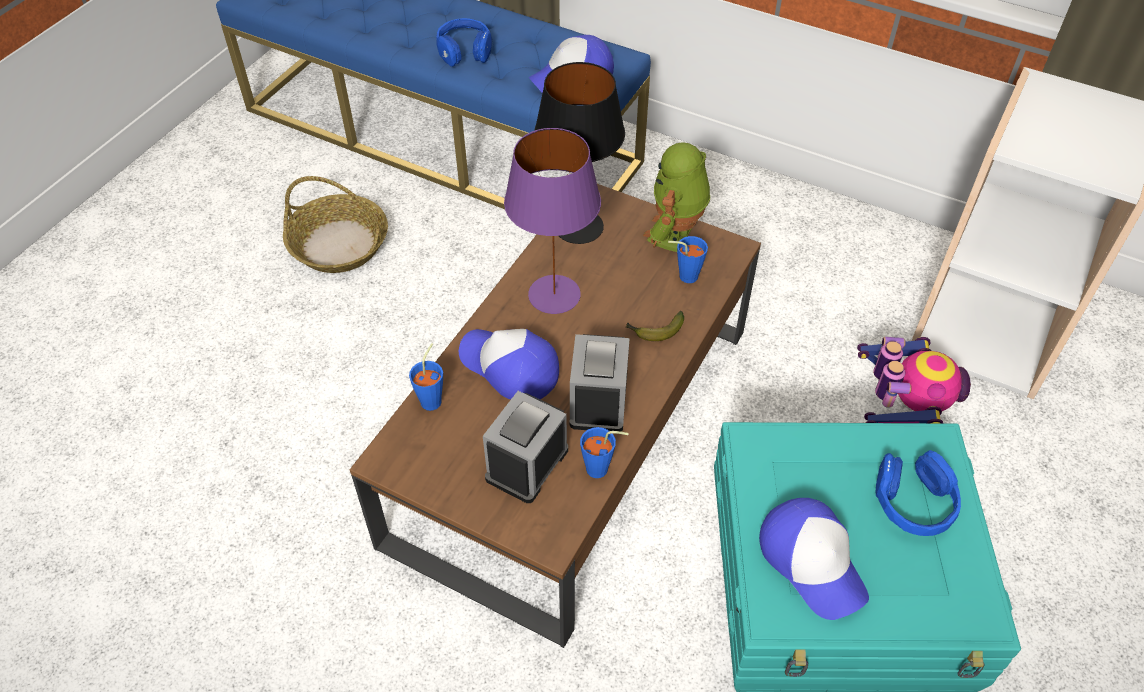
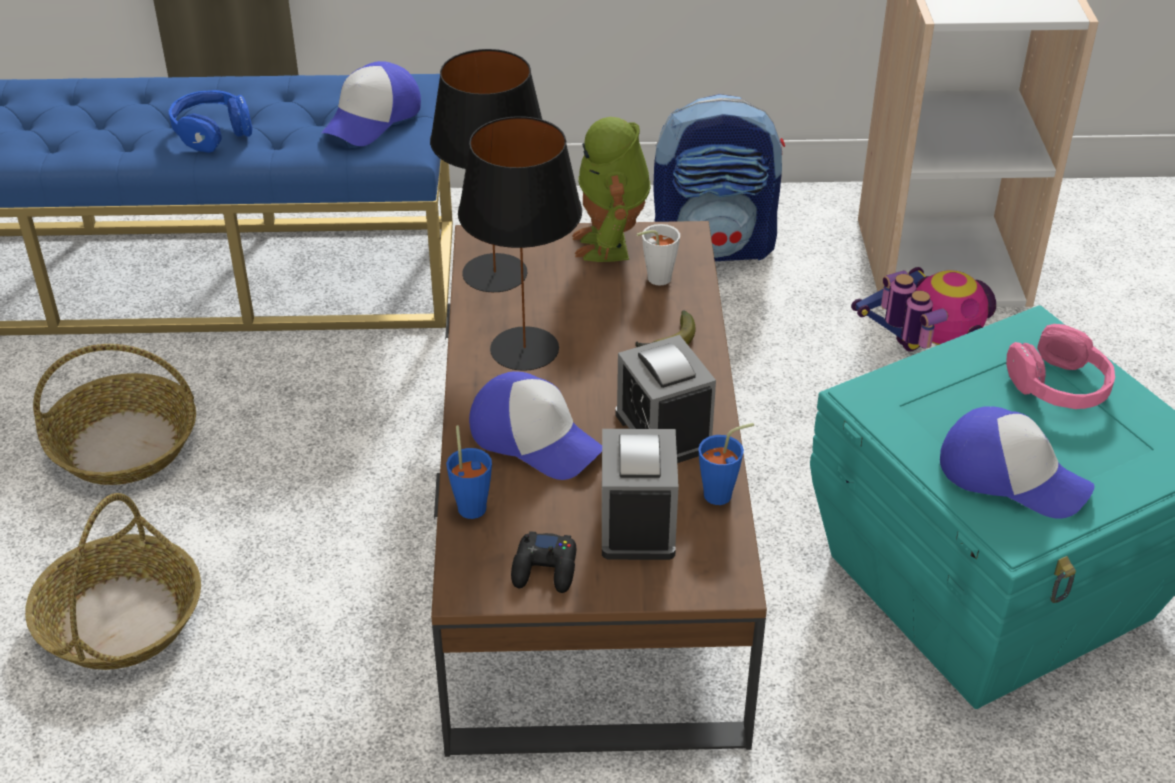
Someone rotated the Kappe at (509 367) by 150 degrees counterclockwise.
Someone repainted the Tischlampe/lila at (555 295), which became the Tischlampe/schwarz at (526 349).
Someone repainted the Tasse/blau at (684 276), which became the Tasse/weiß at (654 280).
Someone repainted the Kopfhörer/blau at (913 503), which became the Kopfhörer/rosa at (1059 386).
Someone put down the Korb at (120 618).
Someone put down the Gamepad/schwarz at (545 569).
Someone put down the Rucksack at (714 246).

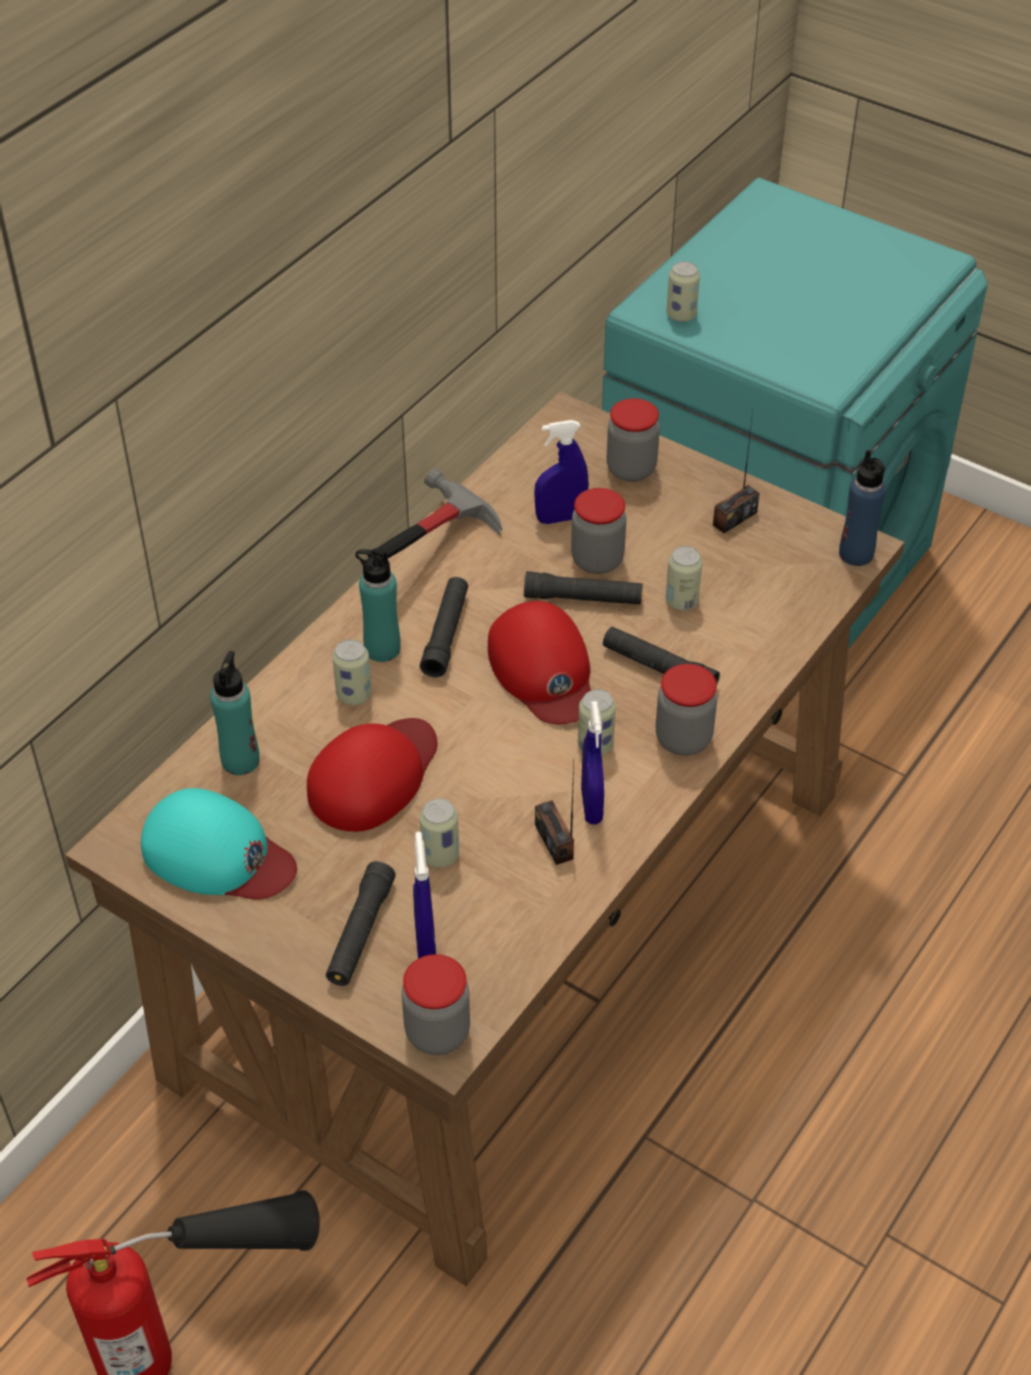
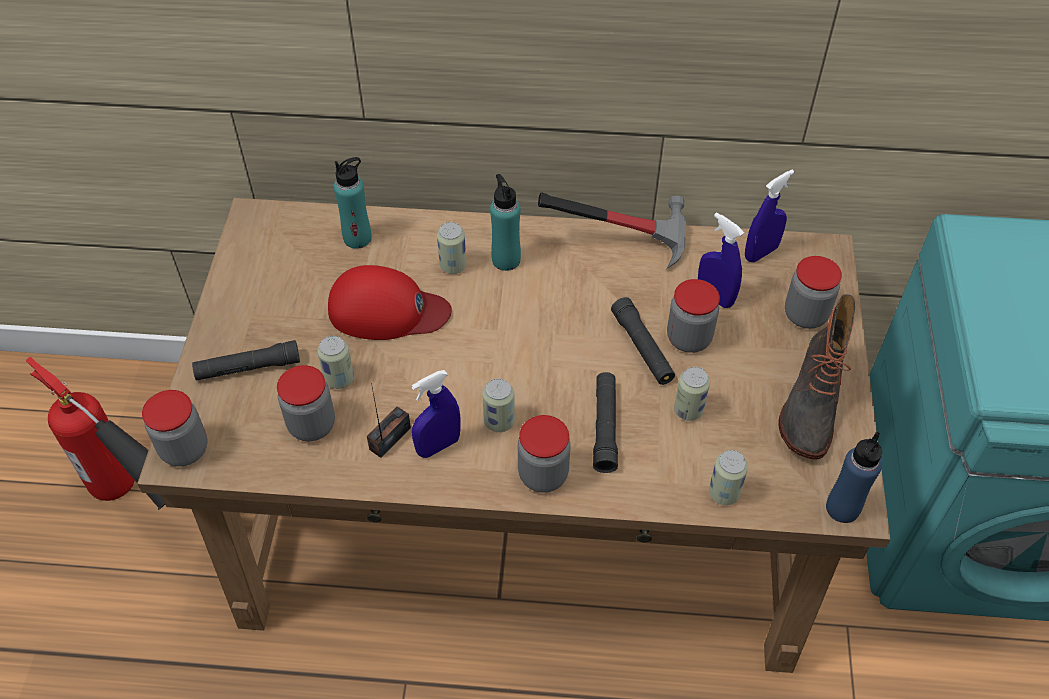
Someone took away the Kappe/türkis at (217 855).
Someone carried the Sprühflasche/blau from (425 943) to (761 253).
Someone took away the Taschenlampe/schwarz at (446 634).
Someone took away the Kappe/rot at (543 670).
Someone carried the Dose from (681 315) to (723 493).
Someone swapped the Radio at (734 518) for the Stiefel at (810 405).
Someone put down the Vorratsglas at (312 425).

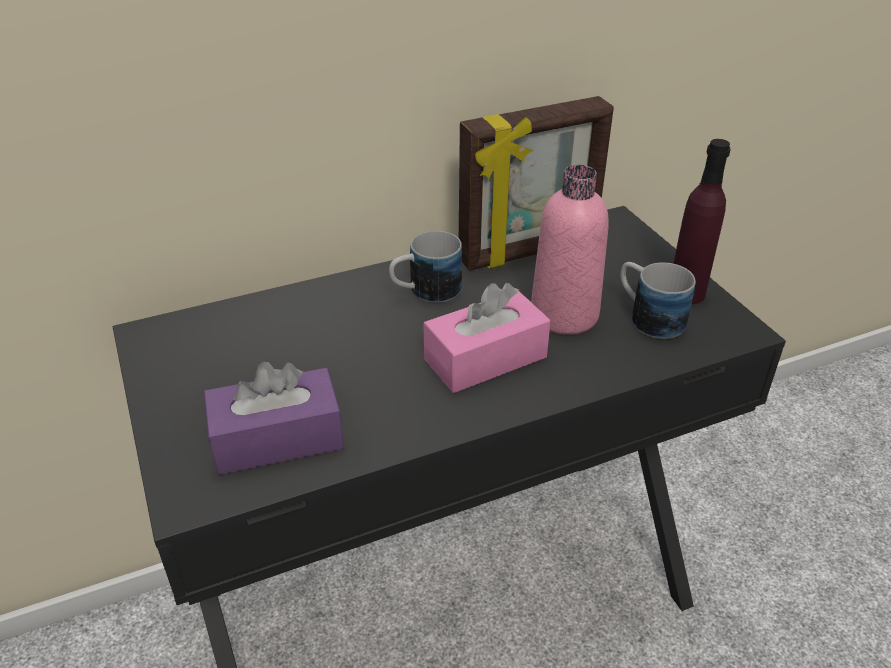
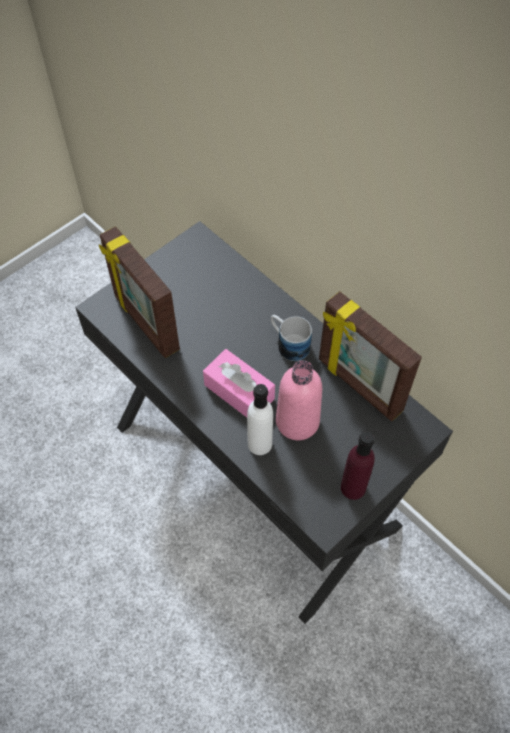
Someone swapped the Taschentuchbox/lila at (277 439) for the Bilderrahmen at (145 323).
Someone took away the Henkelbecher at (647 317).
Someone put down the Flasche/weiß at (259 444).

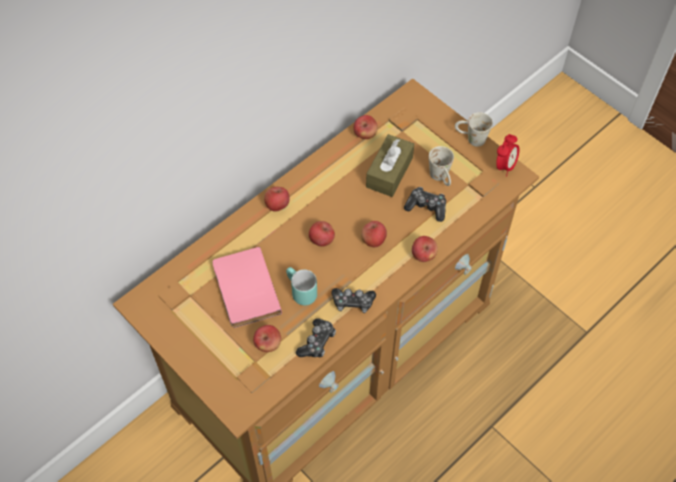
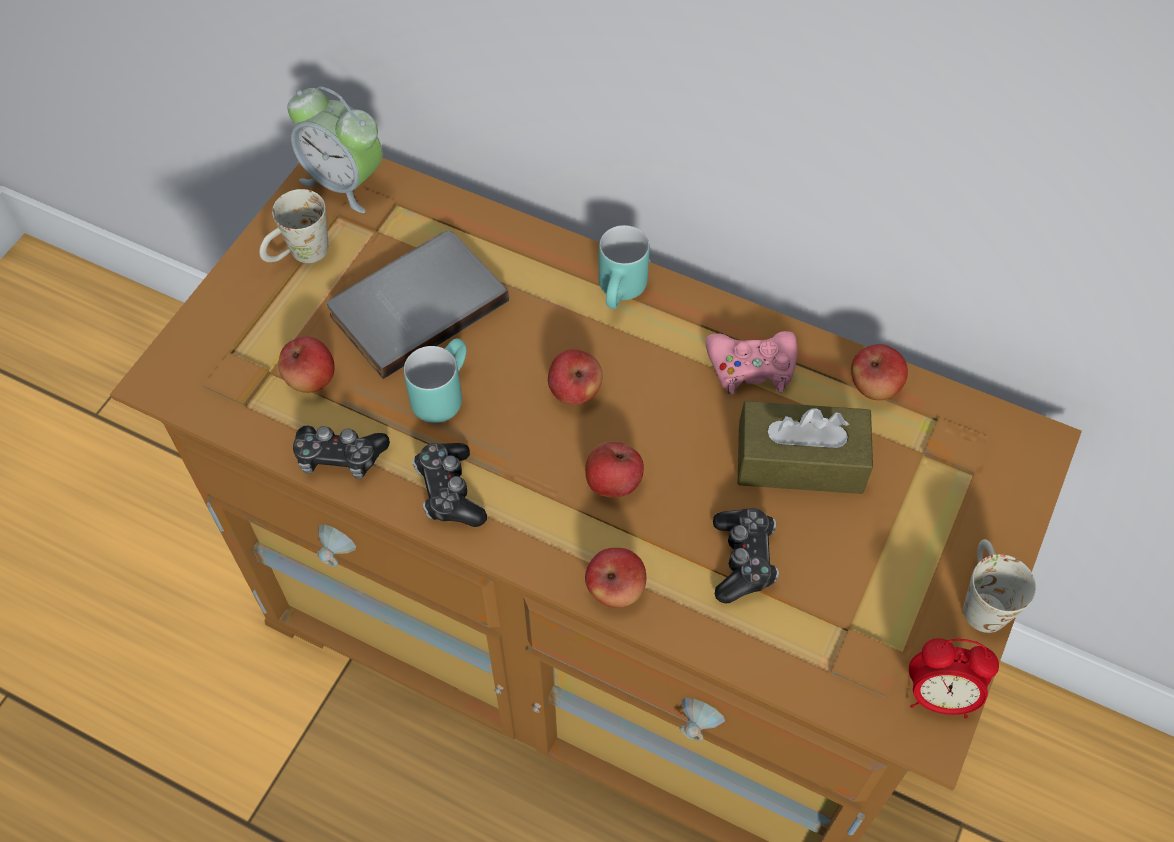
Someone repainted the Buch/rosa at (244 289), which became the Buch/grau at (415 303).
Someone swapped the Apfel at (277 205) for the Henkelbecher/türkis at (623 294).
Someone carried the Henkelbecher/weiß from (441 178) to (299 256).
Someone put down the Wecker at (344 182).
Someone put down the Gamepad/rosa at (752 367).

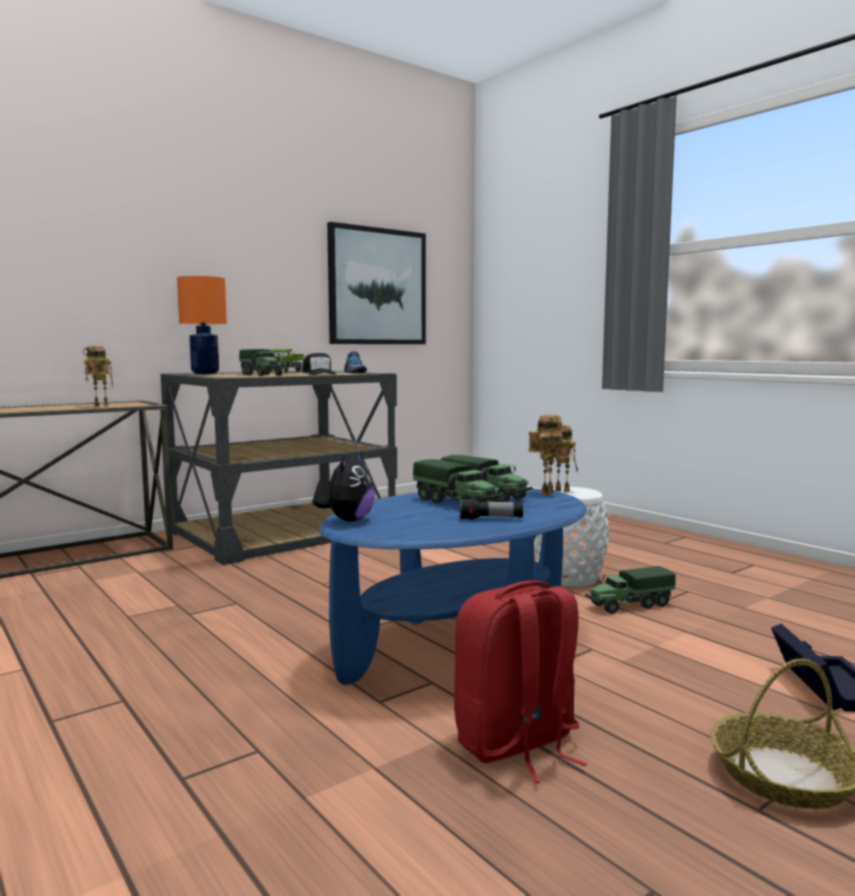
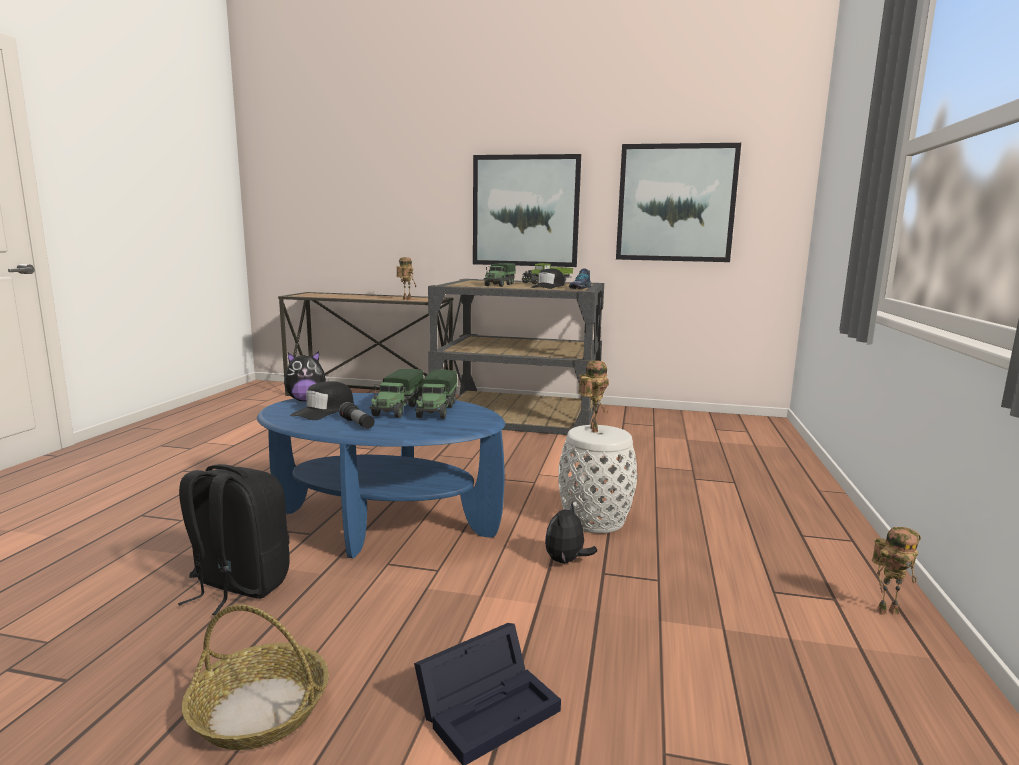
Someone took away the Tischlampe/orange at (205 374).
Someone repainted the Rucksack/rot at (517 744), which became the Rucksack/schwarz at (238 586).
Someone carried the Spielzeugroboter from (546 493) to (887 611).
Someone swapped the Spielzeuglaster at (629 605) for the Plüschtier at (566 561).
Someone put down the Kappe/schwarz at (324 411).
Someone put up the Bild at (525 211).

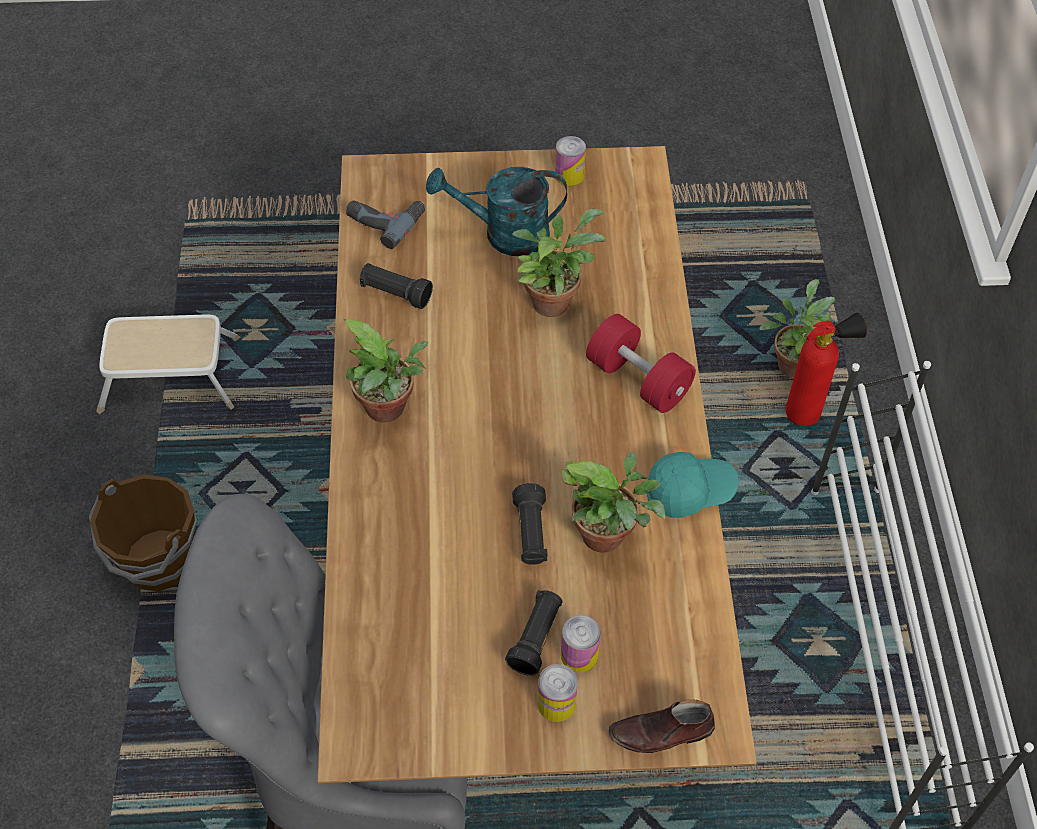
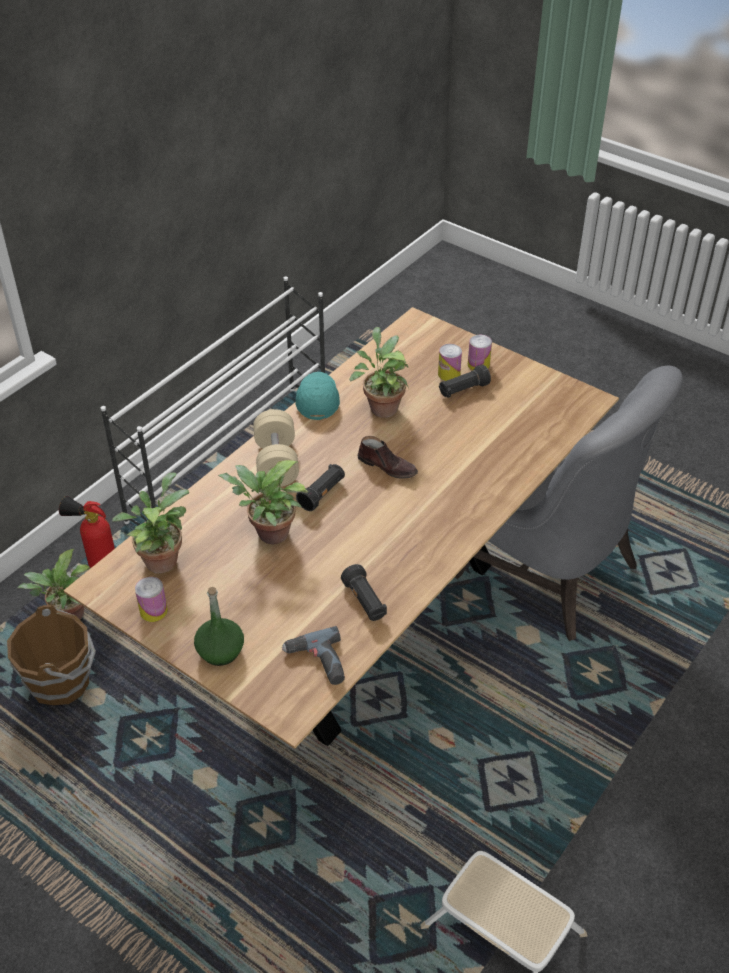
Someone carried the Eimer/braun from (158 561) to (62 681).
Someone carried the Topfpflanze from (389 410) to (161 558).
Someone took away the Gießkanne/türkis at (504 234).
Someone carried the Taschenlampe/schwarz from (531 533) to (322 494).
Someone repainted the Hantel/rot at (638 379), which became the Hantel/beige at (276 462).
Someone carried the Schuh/braun from (661 733) to (388 466).
Someone rotated the Kappe/türkis at (689 491) by 60 degrees clockwise.
Someone put down the Flasche/grün at (220 651).

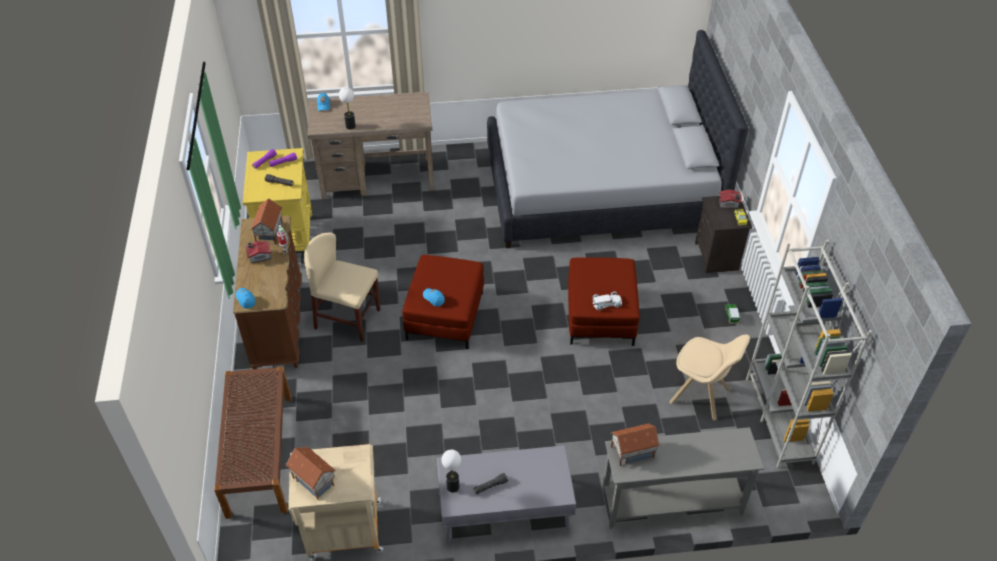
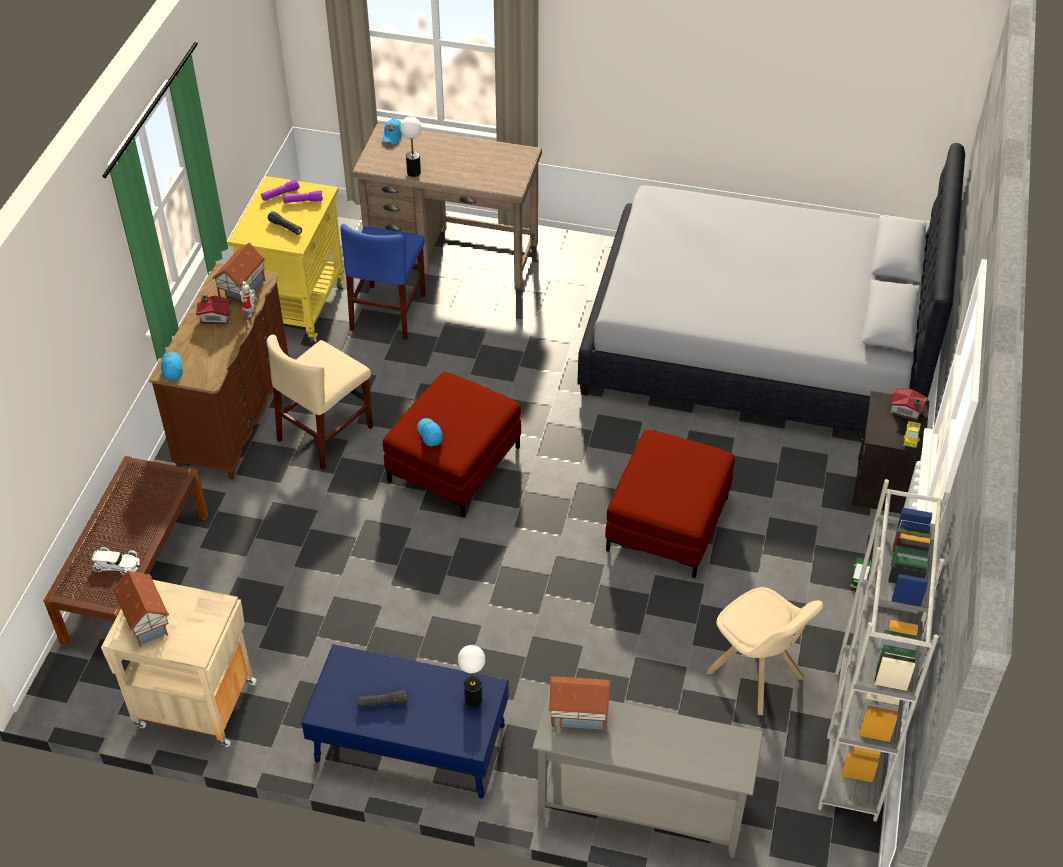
Someone rotated the Stuhl/beige at (347 319) by 90 degrees counterclockwise.
Someone repainted the Couchtisch/grau at (504 509), which became the Couchtisch/blau at (409 743).
Someone carried the Tischlampe from (452 487) to (473 699).
Someone carried the Spielzeugauto/weiß from (607 303) to (116 564).
Someone put down the Stuhl/blau at (388 312).

